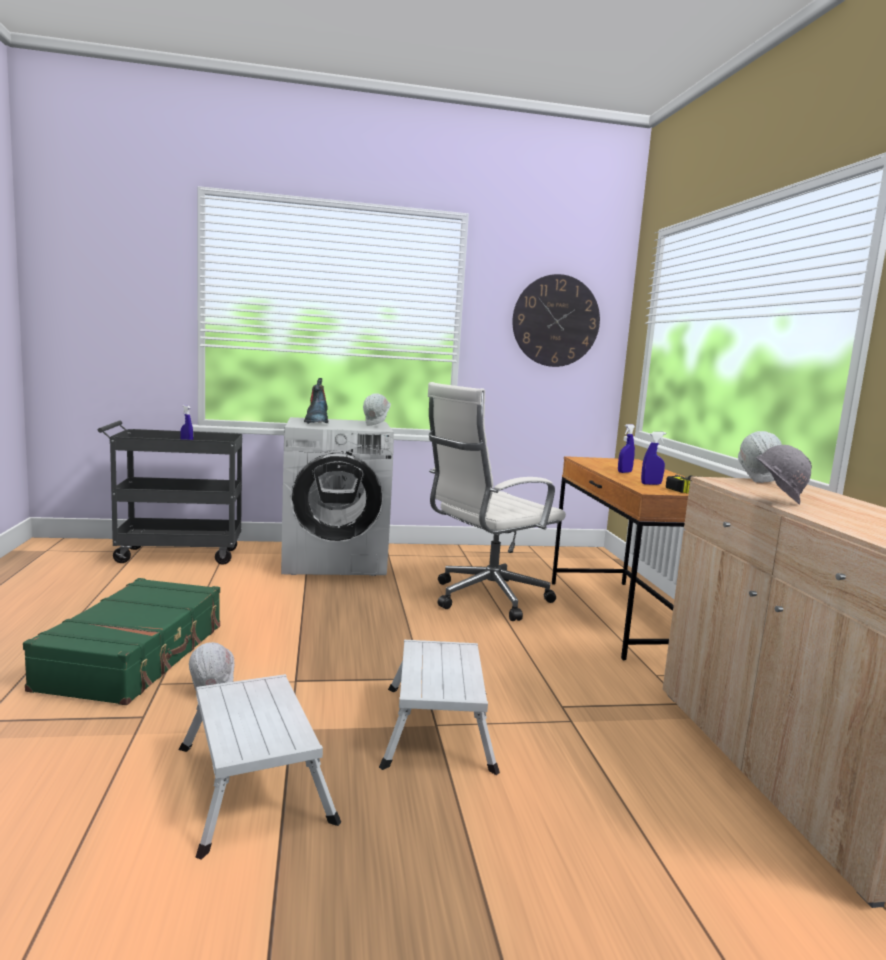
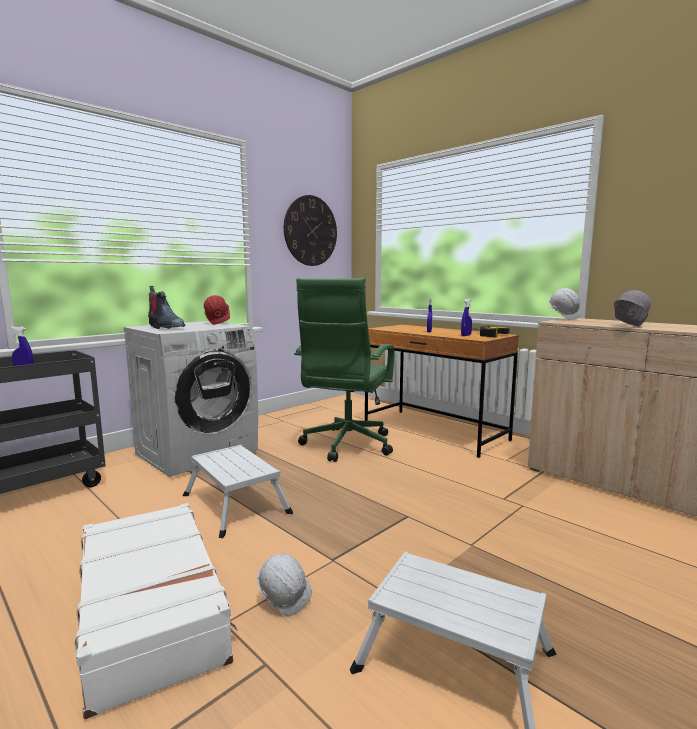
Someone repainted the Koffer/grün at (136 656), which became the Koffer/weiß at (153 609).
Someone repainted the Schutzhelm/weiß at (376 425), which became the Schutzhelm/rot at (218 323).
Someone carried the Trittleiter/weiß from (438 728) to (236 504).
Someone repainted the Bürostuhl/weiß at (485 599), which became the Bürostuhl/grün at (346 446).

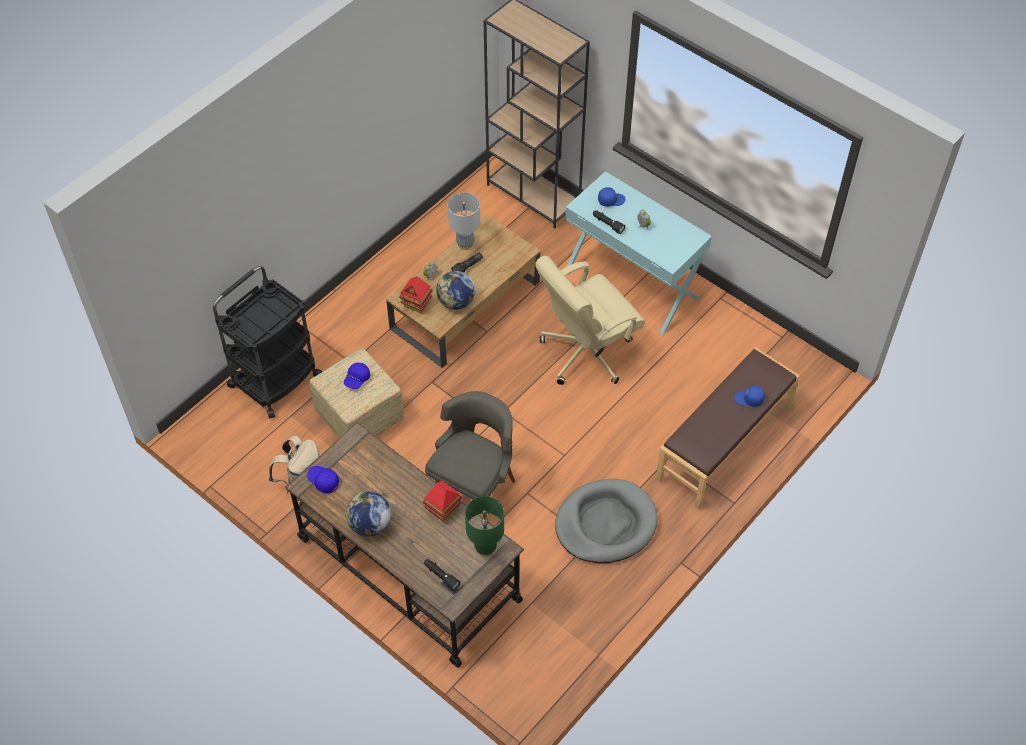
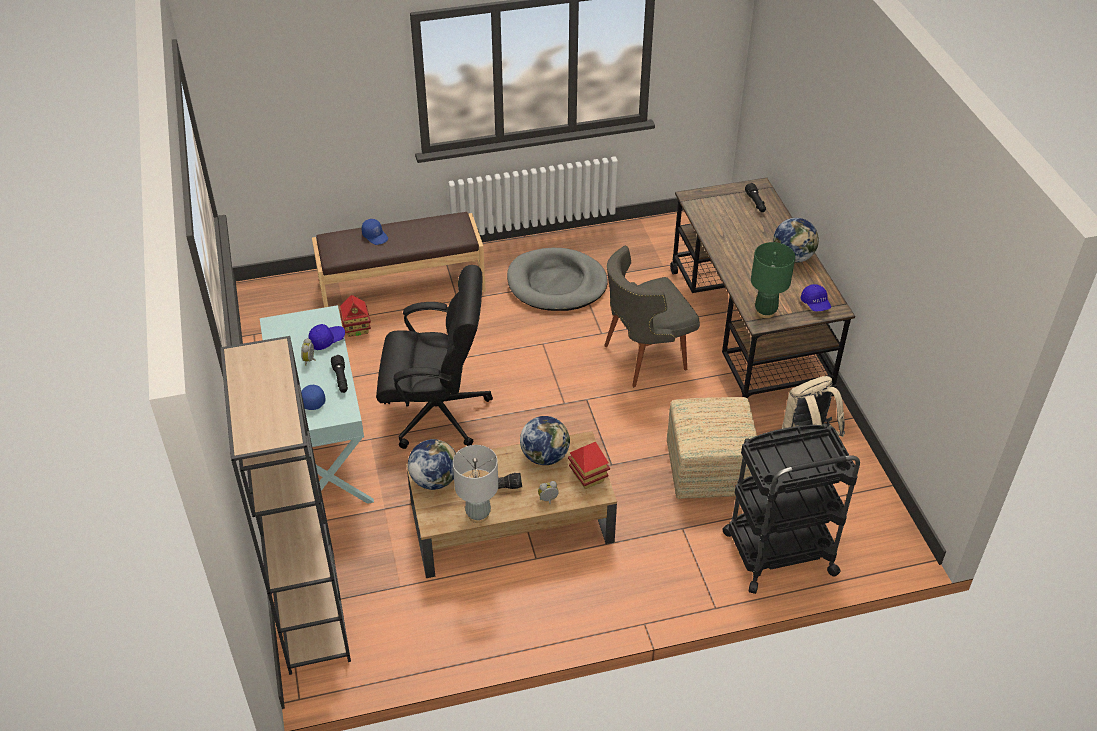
Someone carried the Kappe/blau from (357 379) to (327 340).
Someone carried the Spielzeughaus from (442 509) to (357 329).
Someone carried the Tischlampe/grün from (485 548) to (765 312).
Someone repainted the Bürostuhl/beige at (586 352), which became the Bürostuhl/schwarz at (436 413).
Someone put down the Globus at (434 480).

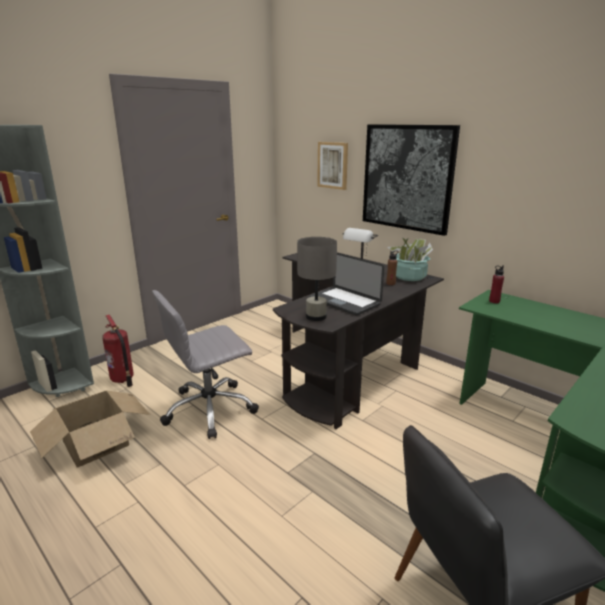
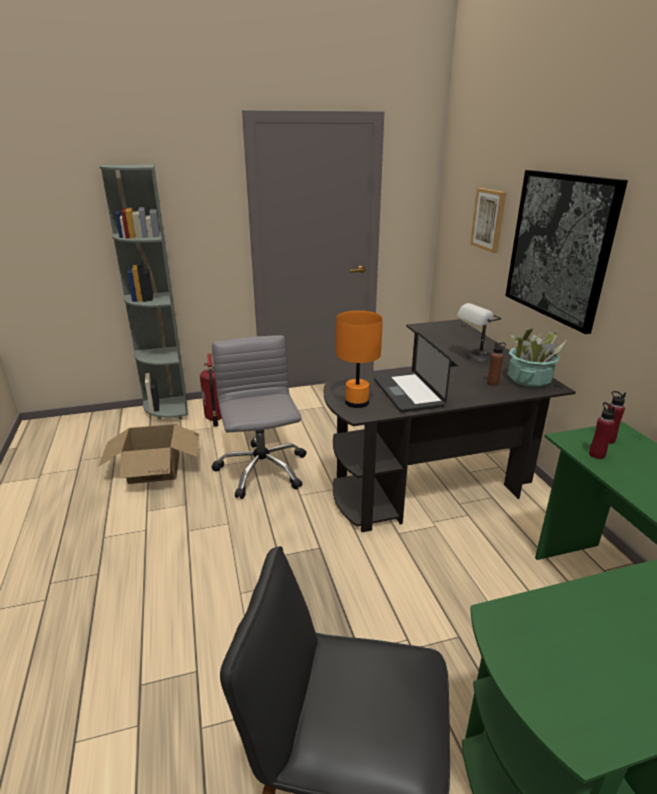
Someone rotated the Bürostuhl/grau at (209 409) by 75 degrees clockwise.
Someone repainted the Tischlampe/grau at (315 316), which became the Tischlampe/orange at (356 402).
Someone put down the Flasche/rot at (596 454).

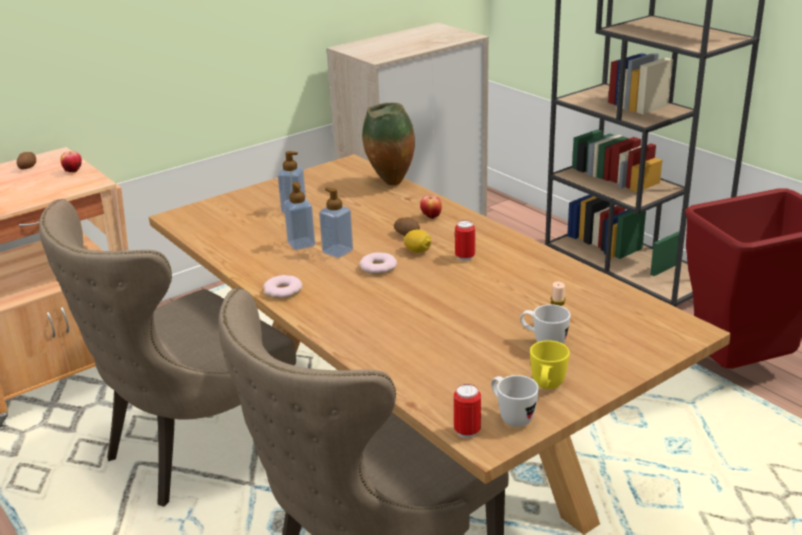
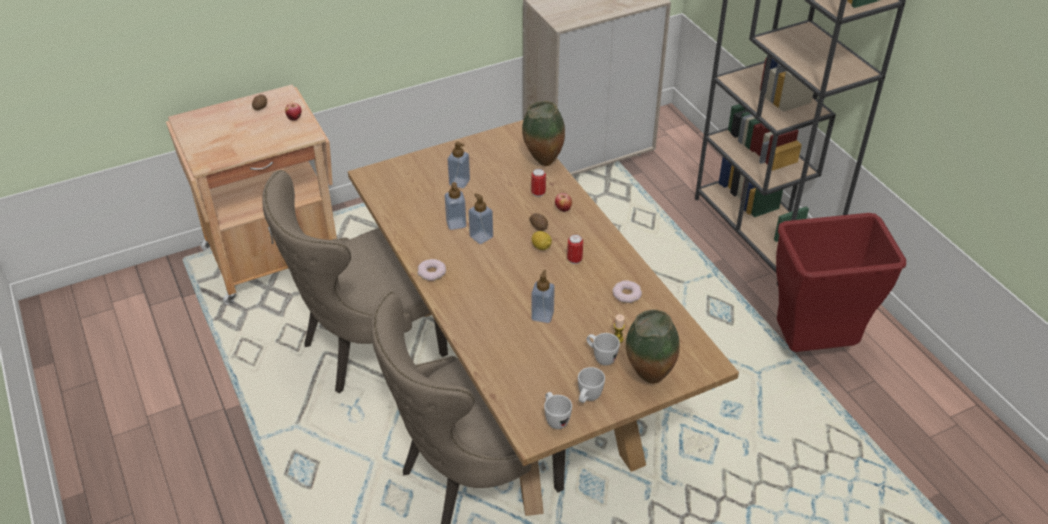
Someone carried the Donut from (378 267) to (626 294).
Someone carried the Dose from (467 431) to (538 193).
Someone repainted the Henkelbecher/gelb at (547 388), which became the Henkelbecher/weiß at (588 398).
Someone put down the Seifenspender at (542 315).
Someone put down the Vase at (648 379).

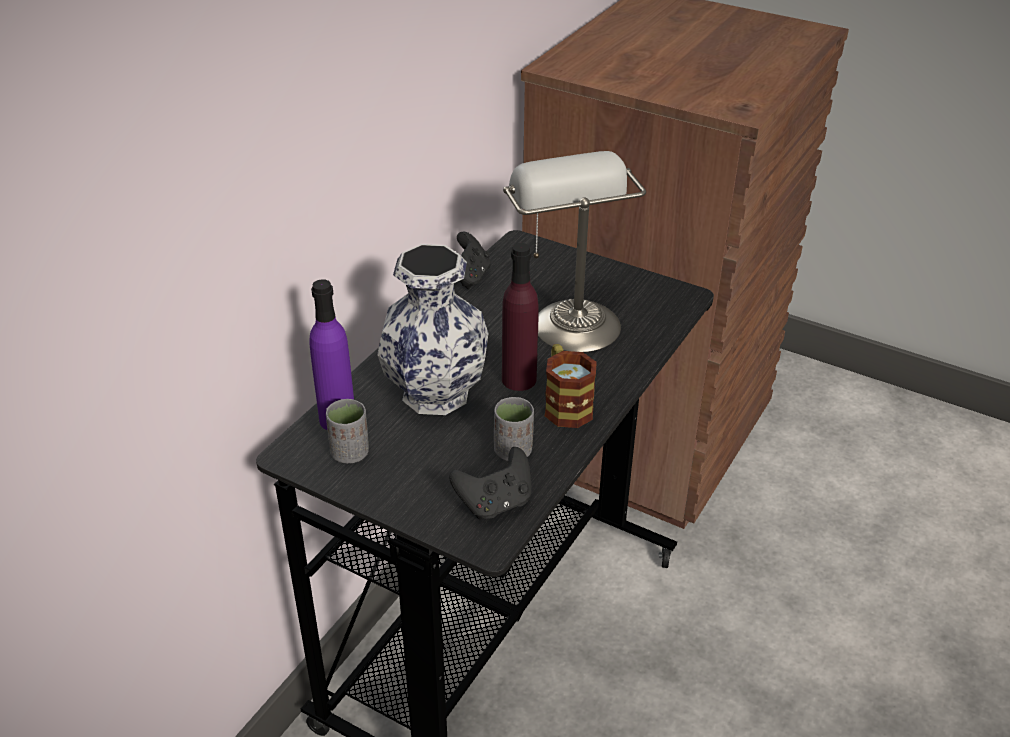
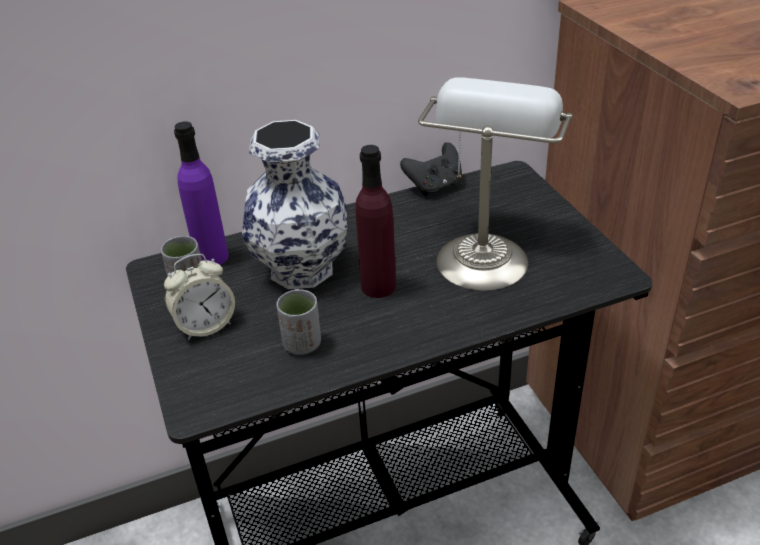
Someone took away the Gamepad/schwarz at (495 503).
Someone took away the Henkelbecher at (565 404).
Someone put down the Wecker at (205 325).

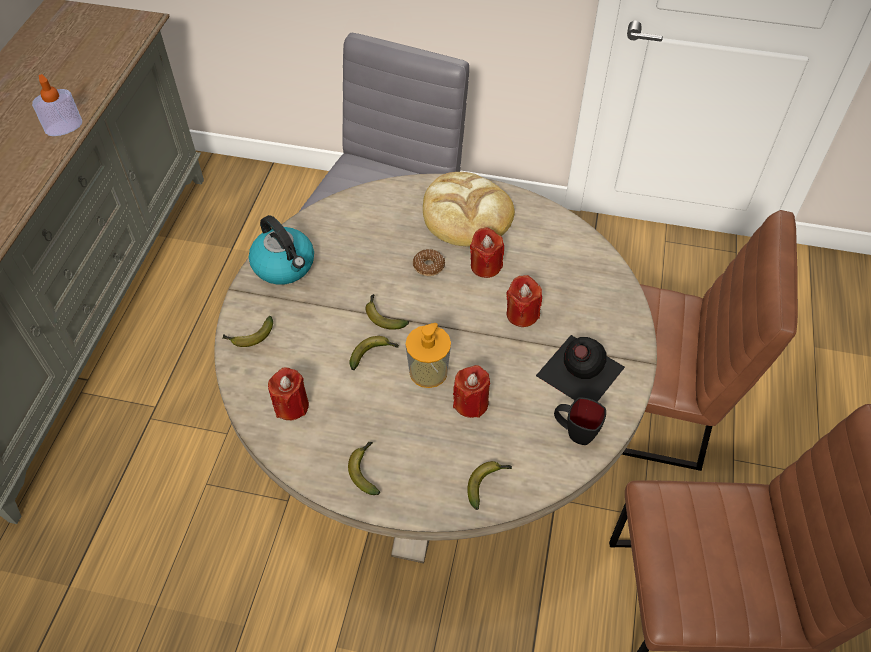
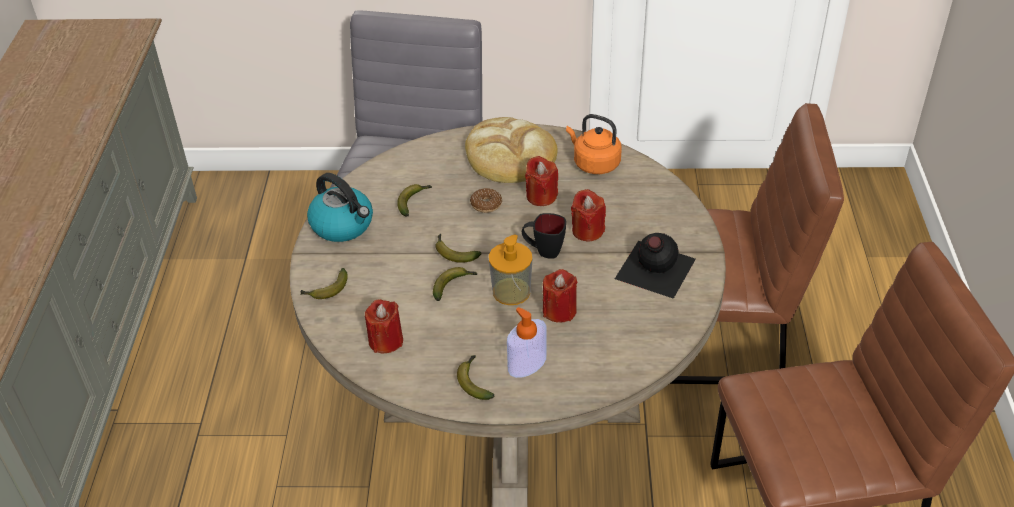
Someone carried the Seifenspender from (64 127) to (527 364).
Someone carried the Banane from (487 484) to (413 202).
Someone carried the Henkelbecher/schwarz from (574 432) to (543 251).
Someone put down the Wasserkessel/orange at (594 163).

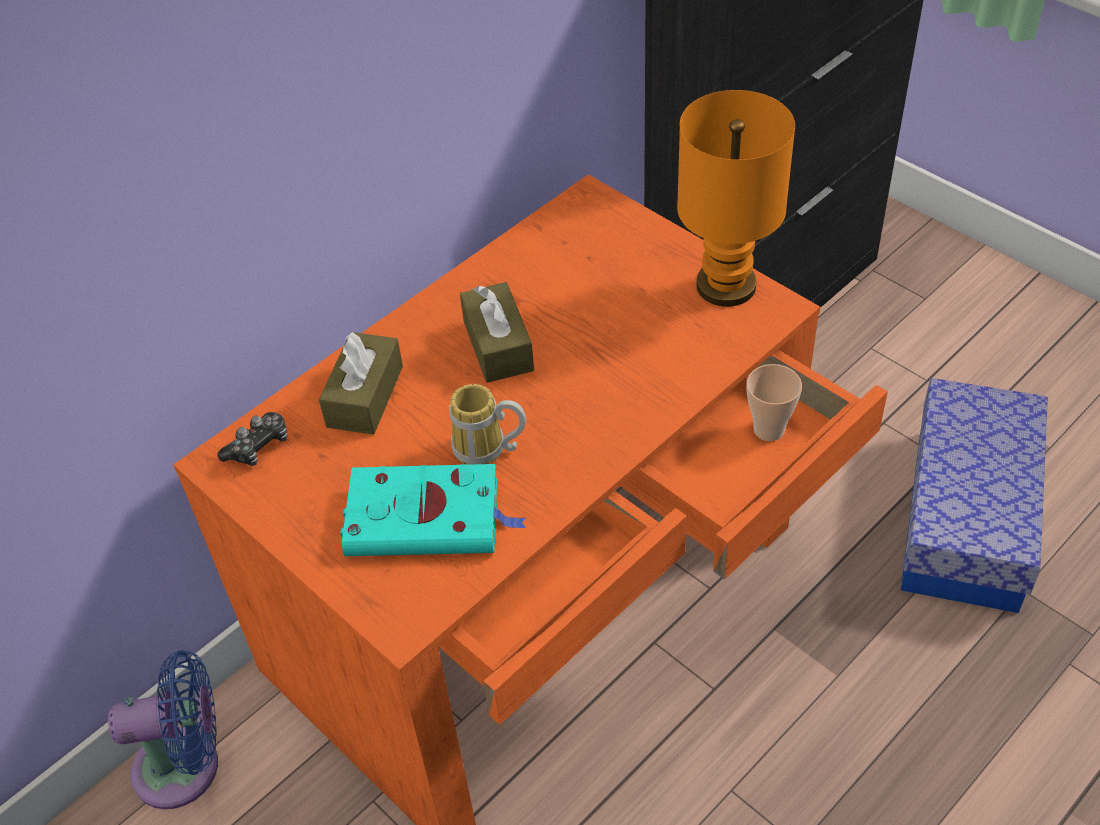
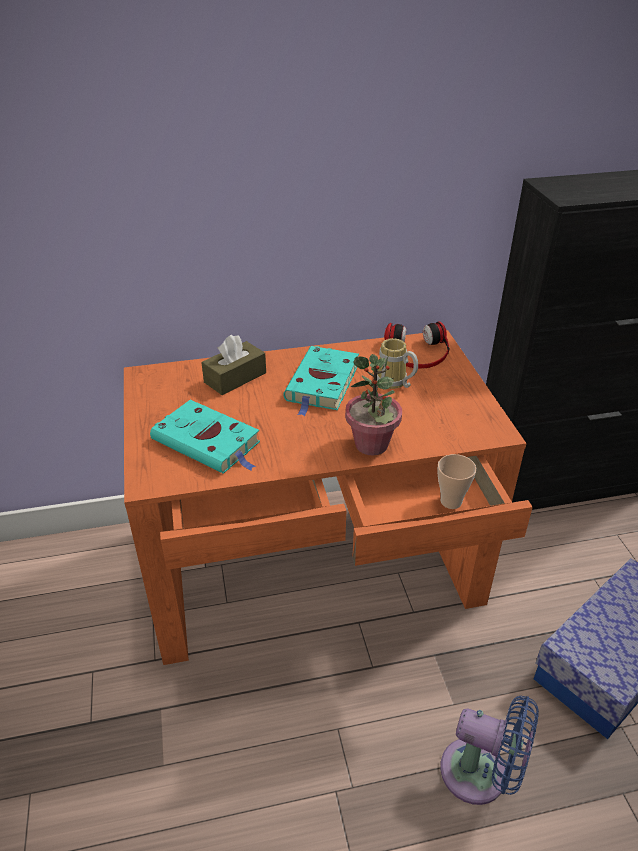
Someone carried the Ventilator/blau from (186 767) to (481 774).
Someone took away the Gamepad at (258 446).
Someone carried the Henkelbecher from (486 451) to (393 383).
Someone swapped the Taschentuchbox/braun at (498 345) for the Buch/türkis at (322 384).
Someone took away the Tischlampe/orange at (724 286).
Someone put down the Topfpflanze at (371 445).
Someone put down the Kopfhörer at (416 352).

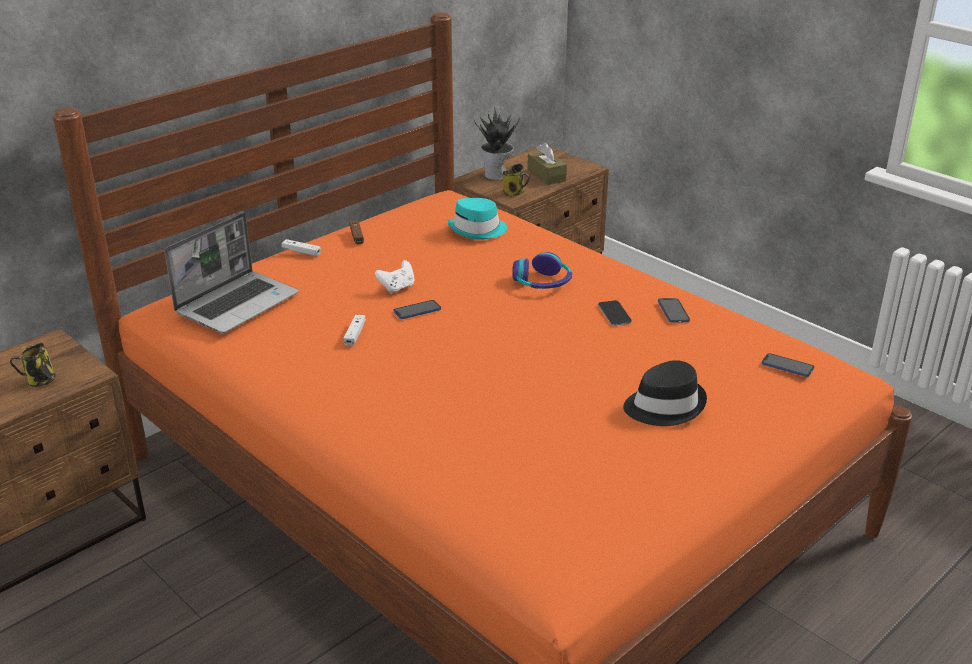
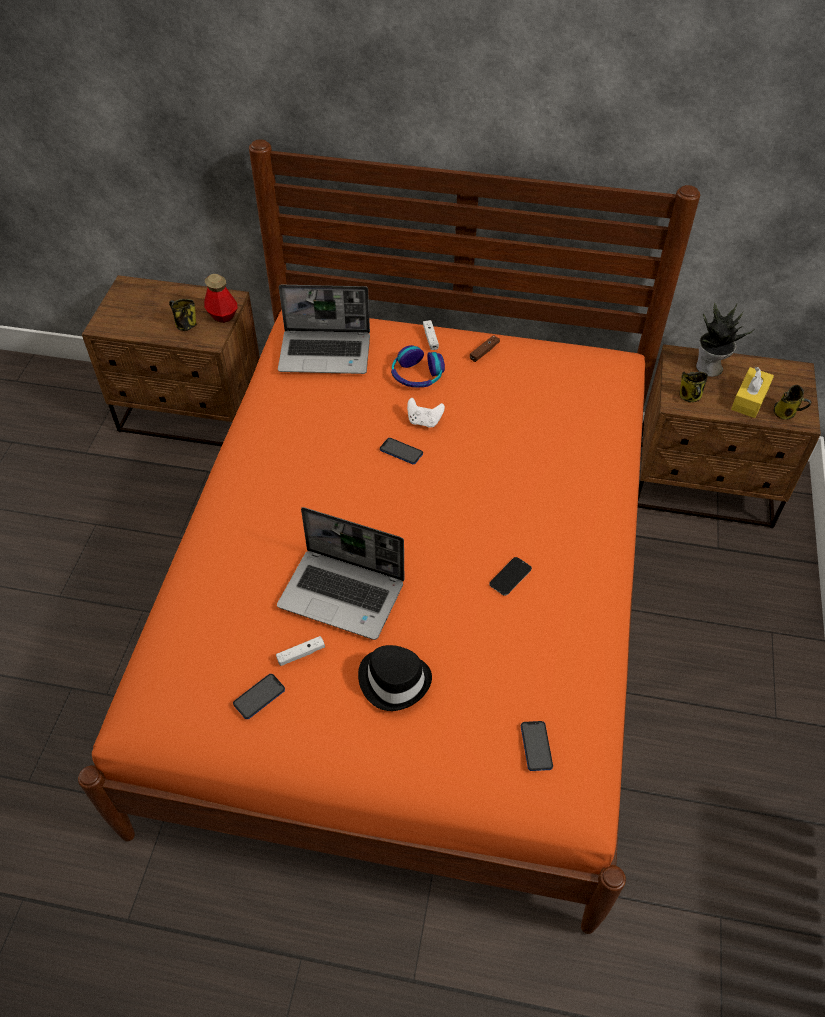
Someone carried the Gamepad/weiß from (355 334) to (301 654).
Someone took away the Hut/türkis at (478 230).
Someone carried the Kopfhörer from (542 282) to (417 375).
Someone repainted the Taschentuchbox/braun at (546 175), which became the Taschentuchbox/gelb at (749 399).
Someone carried the Handy from (673 311) to (259 697).
Someone put down the Flasche at (222 315).
Someone put down the Laptop at (343 594).
Someone put down the Henkelbecher at (785 413).

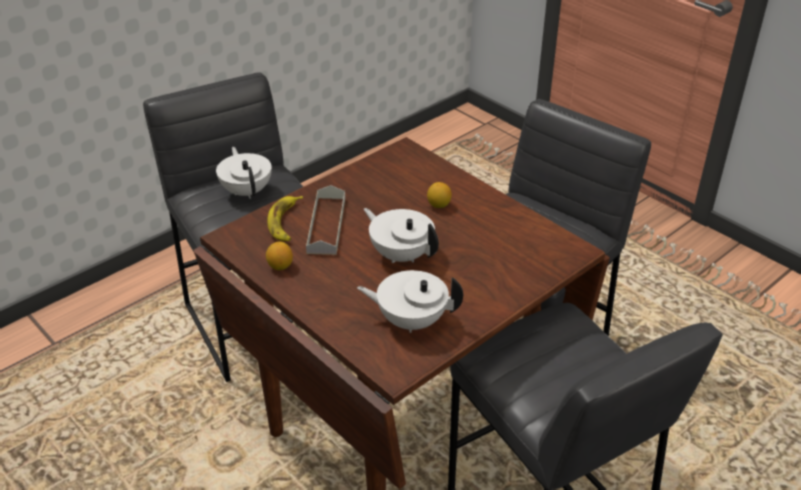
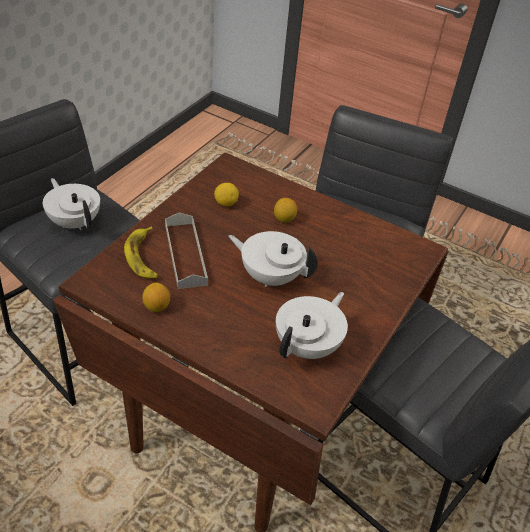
Someone rotated the Teekanne/weiß at (411 320) by 135 degrees clockwise.
Someone put down the Zitrone at (226 203).

